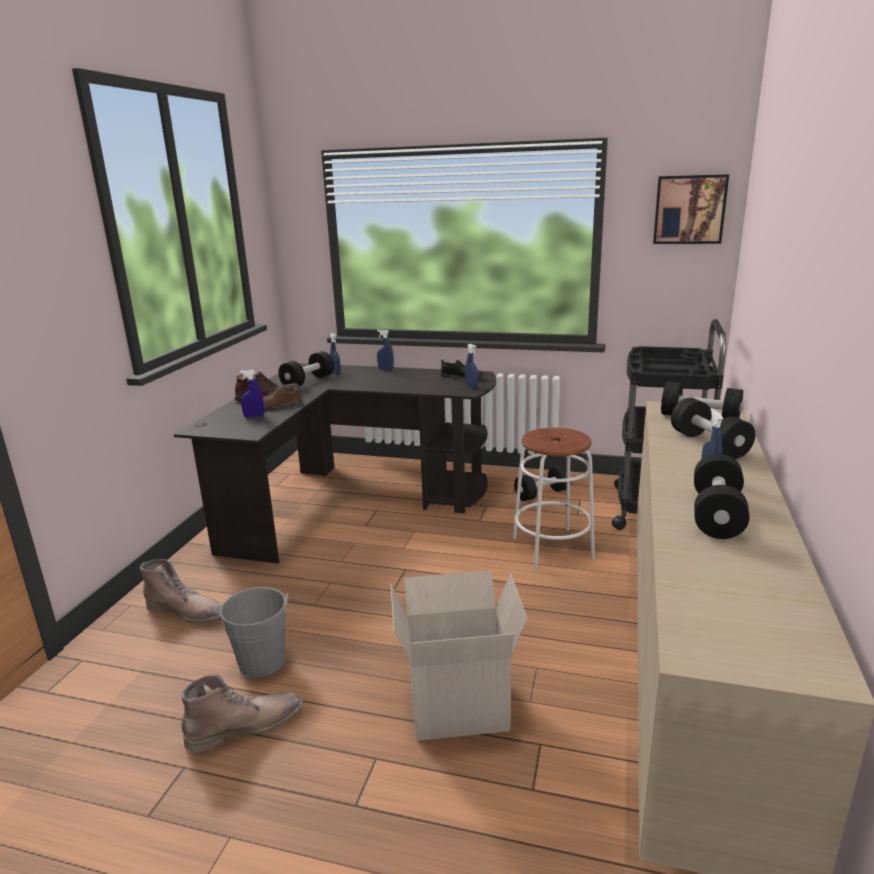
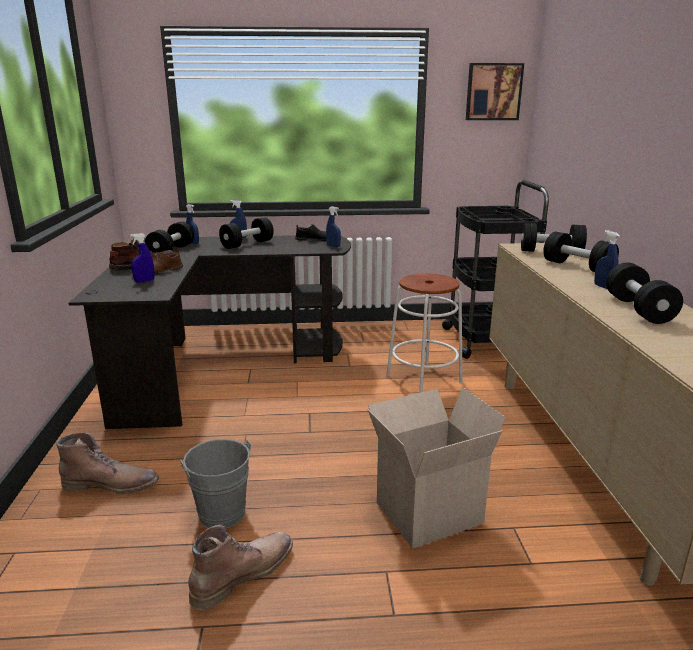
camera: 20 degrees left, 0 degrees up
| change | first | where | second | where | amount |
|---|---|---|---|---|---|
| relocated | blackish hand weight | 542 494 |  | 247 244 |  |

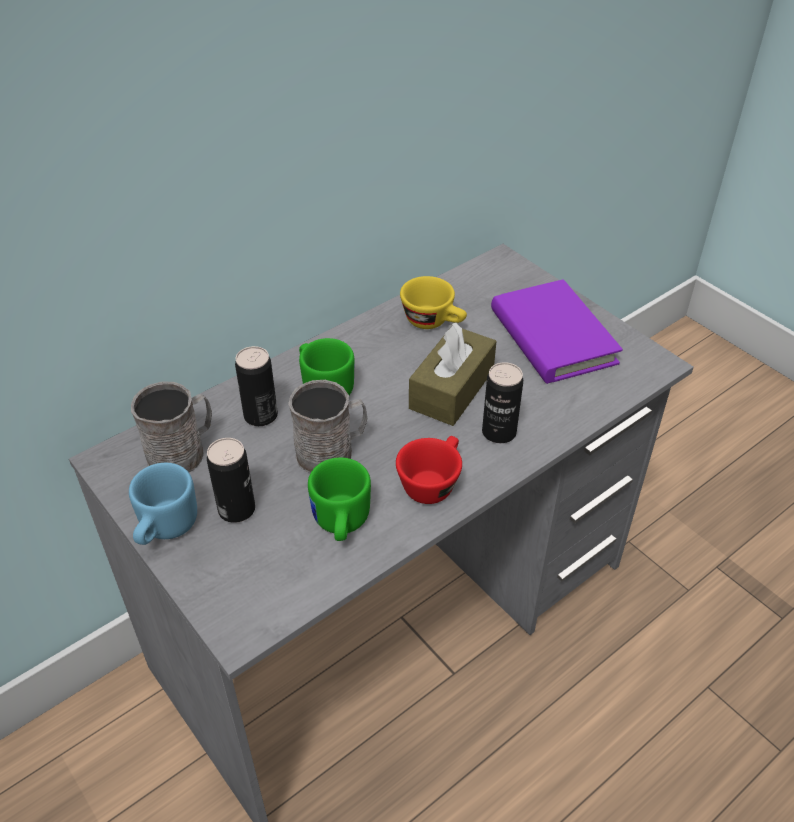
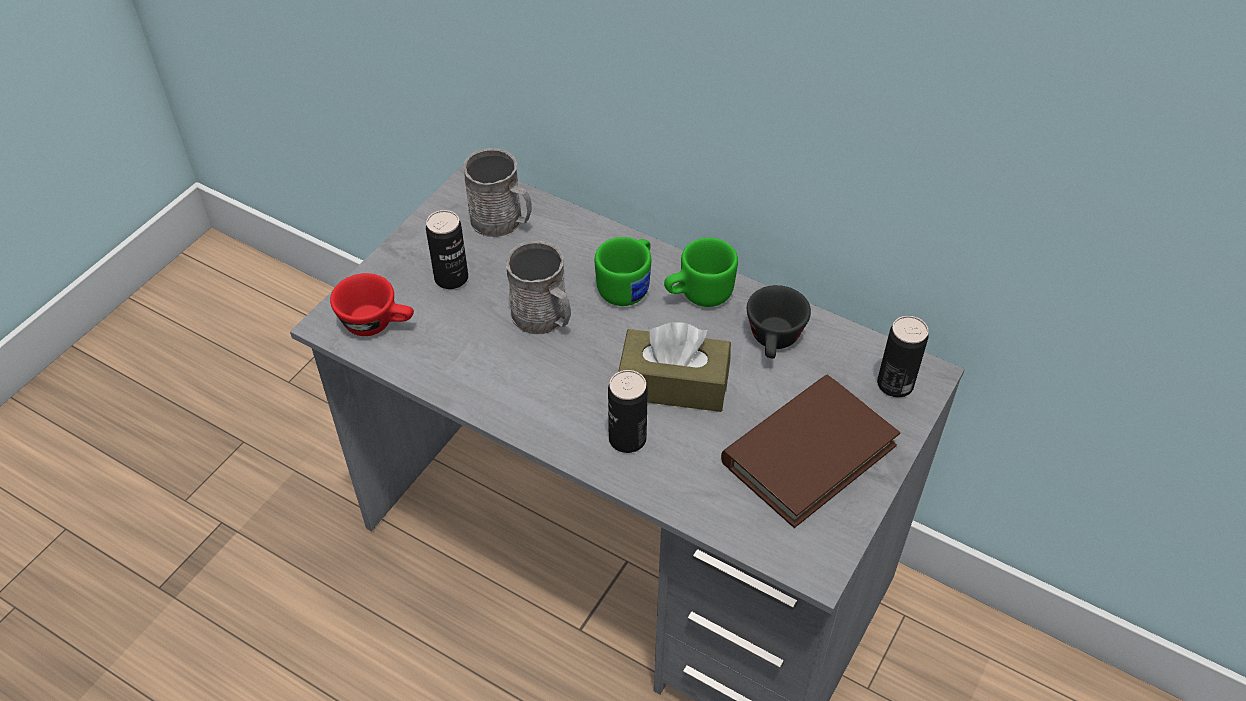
camera: 70 degrees right, 5 degrees up
| change | first | where | second | where | amount |
|---|---|---|---|---|---|
| relocated | red-coloured drinking cup | 432 482 |  | 377 323 |  |
| relocated | green-coloured coffee mug | 340 524 |  | 698 294 |  |
| colour | purple-coloured book | 552 337 | brown book | 808 454 |  |
| colour | yellow drinking cup | 434 322 | blackish drinking cup | 774 342 |  |
| relocated | can | 260 415 |  | 895 384 |  |
| missing | bluish coffee mug | 164 529 |  |  |  |

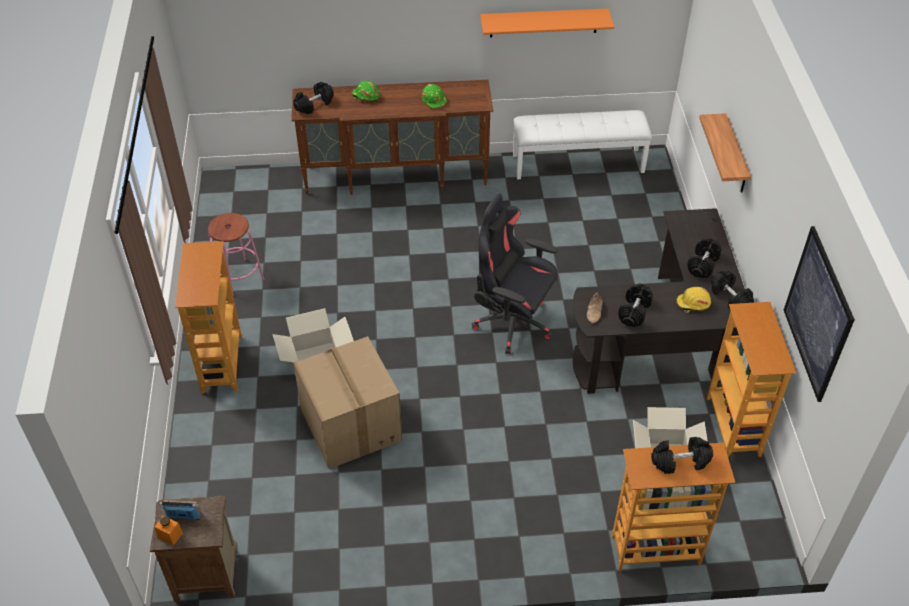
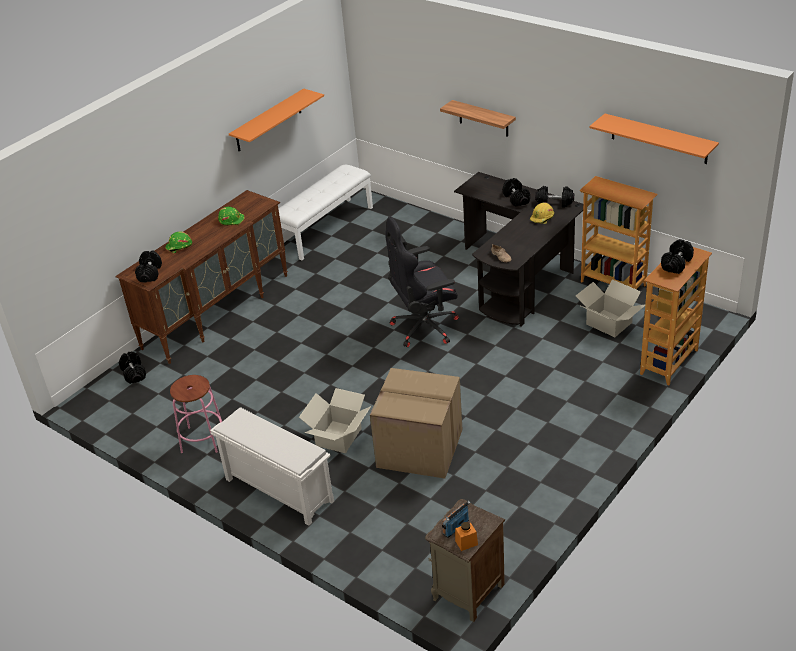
camera: 45 degrees left, 10 degrees down
| change | first | where | second | where | amount |
|---|---|---|---|---|---|
| relocated | blackish hand weight | 634 311 |  | 133 373 |  |
| exchanged | shelving unit | 221 364 | whitish shoe rack | 277 490 |  |
| exchanged | wall picture | 817 314 | orangey bracket shelf | 659 139 |  |

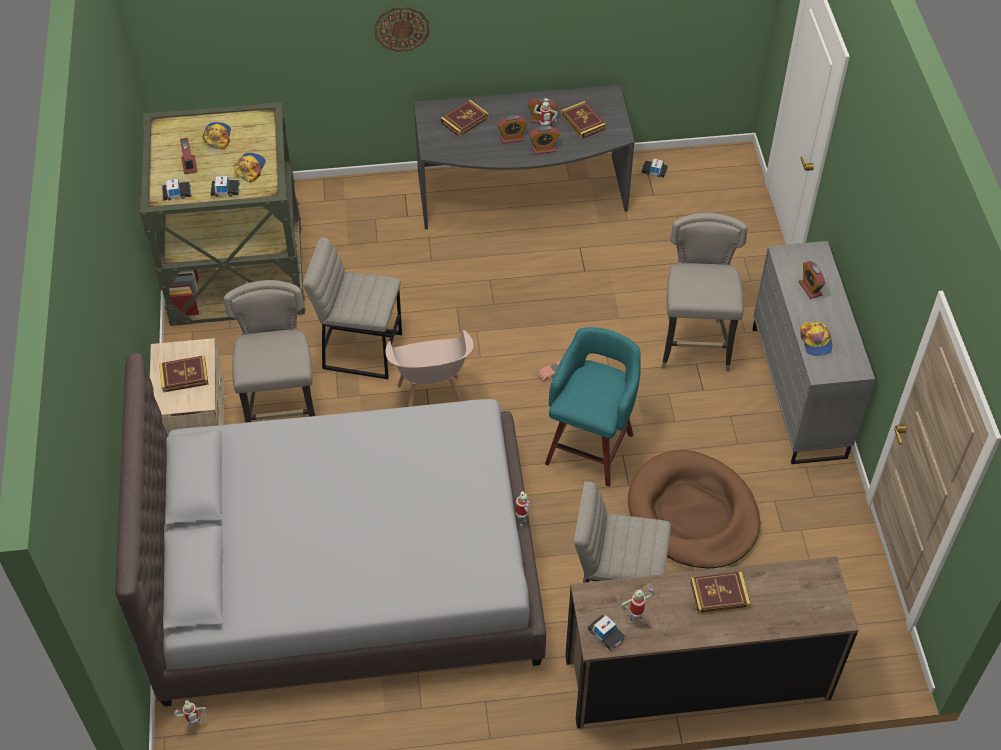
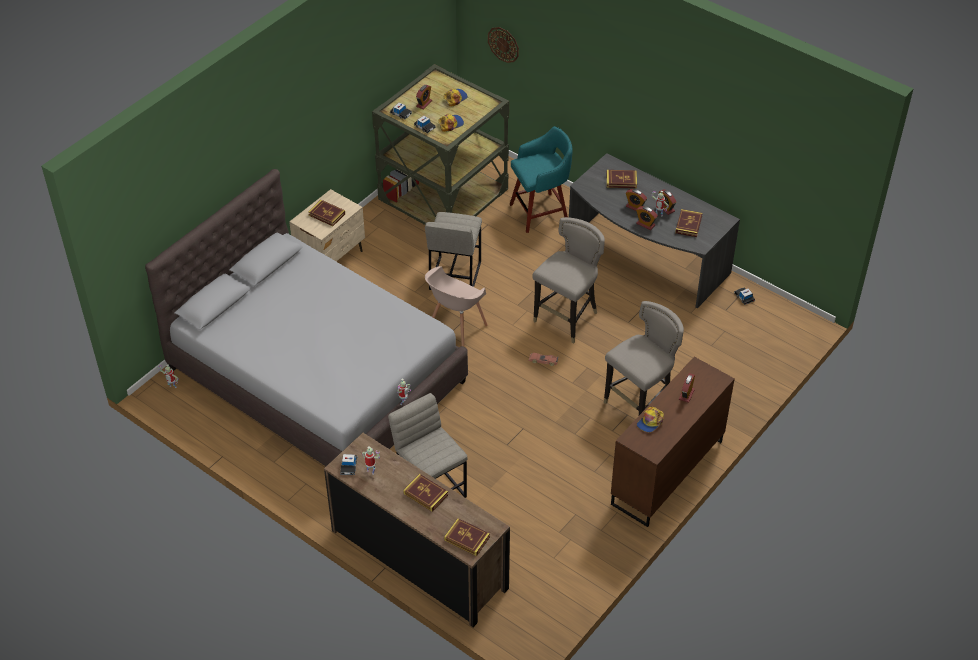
camera: 45 degrees right, 5 degrees down
| change | first | where | second | where | amount |
|---|---|---|---|---|---|
| spun | greyish plain chair | 360 350 |  | 454 277 | 135 degrees counterclockwise |
| appeared |  |  | book | 467 538 |  |
| relocated | hanging clock | 401 28 |  | 503 44 |  |
| relocated | blue-green sitting stool | 590 446 |  | 540 212 |  |
| relocated | greyish sitting stool | 283 412 |  | 567 318 |  |
| colour | greyish dresser | 799 391 | brown dresser | 668 473 |  |
| missing | brown dog bed | 693 513 |  |  |  |

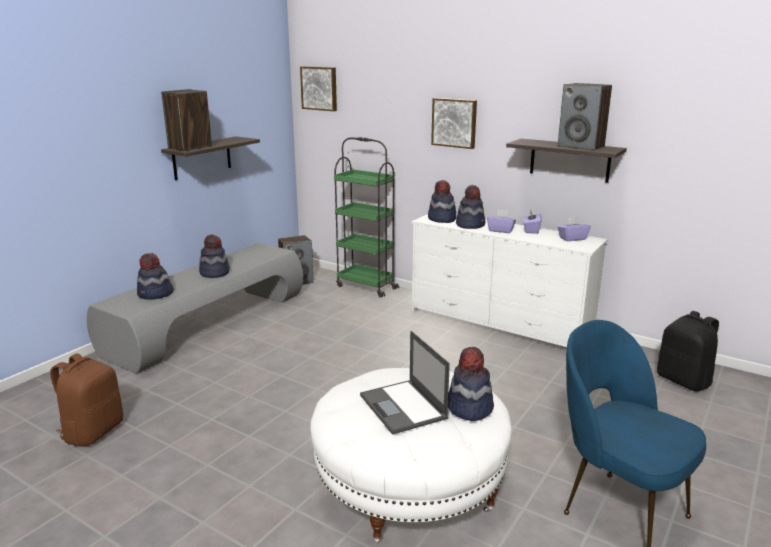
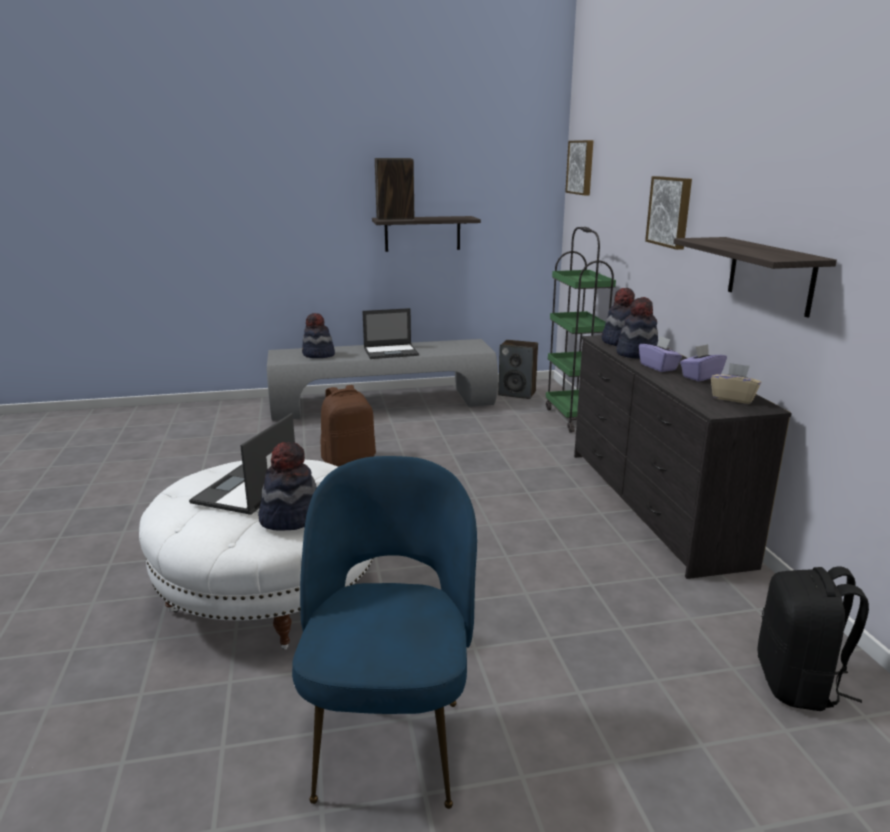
camera: 45 degrees right, 0 degrees up
| change | first | where | second | where | amount |
|---|---|---|---|---|---|
| relocated | brown backpack | 93 431 |  | 349 459 |  |
| exchanged | hat | 214 273 | laptop | 391 352 |  |
| colour | whitish dresser | 498 324 | blackish dresser | 651 504 |  |
| colour | purple-coloured tissue holder | 572 238 | sand-coloured tissue holder | 733 398 |  |
| missing | speaker | 581 146 |  |  |  |

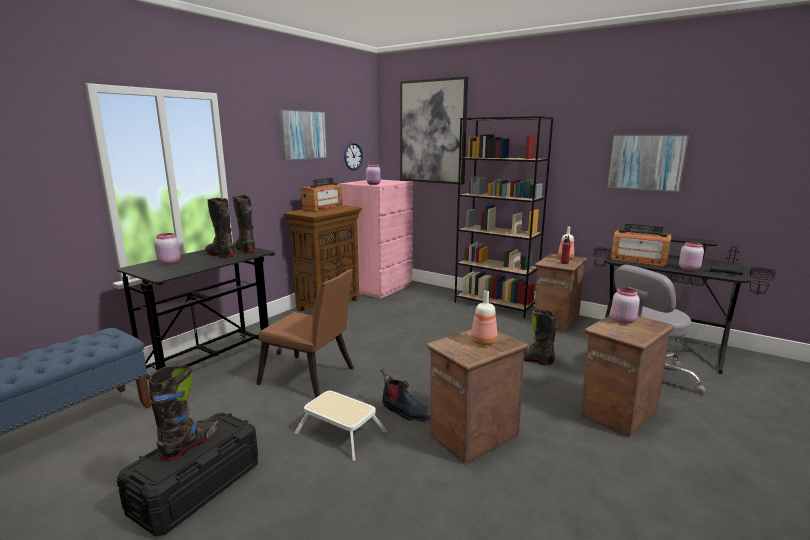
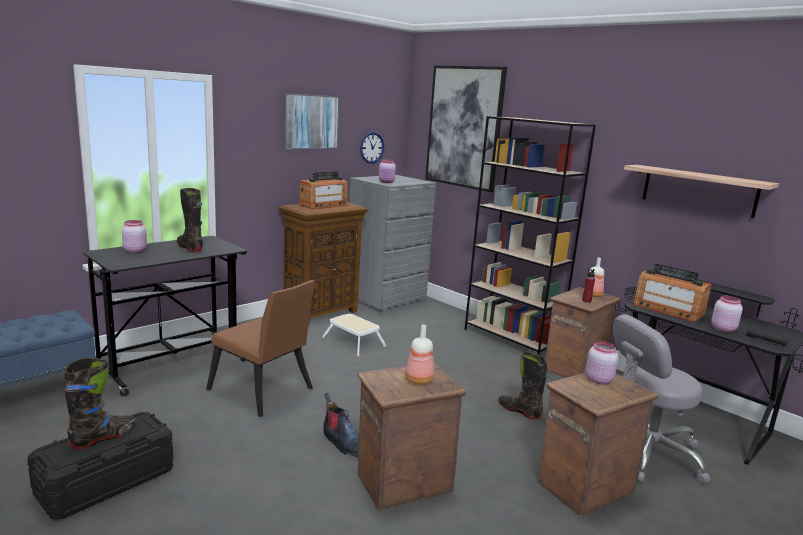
camera: 10 degrees right, 0 degrees up
| change | first | where | second | where | amount |
|---|---|---|---|---|---|
| relocated | sand-coloured stepladder | 341 432 |  | 353 342 |  |
| colour | pink-coloured dresser | 378 287 | greyish dresser | 385 300 |  |
| exchanged | wall picture | 646 162 | bracket shelf | 698 190 |  |
| missing | blackish high-top boot | 245 250 |  |  |  |

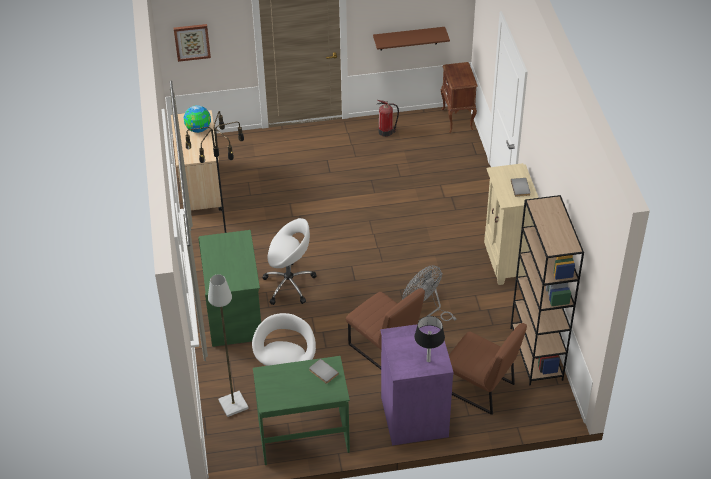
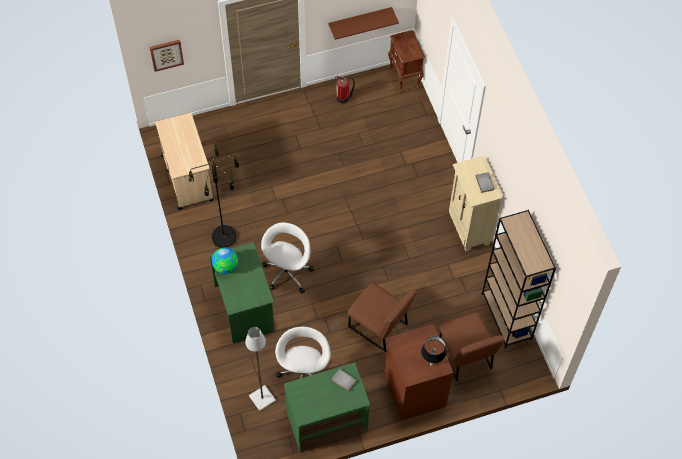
camera: 10 degrees left, 15 degrees up
| change | first | where | second | where | amount |
|---|---|---|---|---|---|
| relocated | globe | 198 129 |  | 226 266 |  |
| spun | whitish office chair | 290 284 |  | 287 272 | 60 degrees counterclockwise |
| colour | purple-coloured dresser | 413 416 | brown dresser | 414 390 |  |
| spun | brown plain chair | 480 388 |  | 465 356 | 45 degrees clockwise |
| missing | greyish cooling fan | 426 310 |  |  |  |

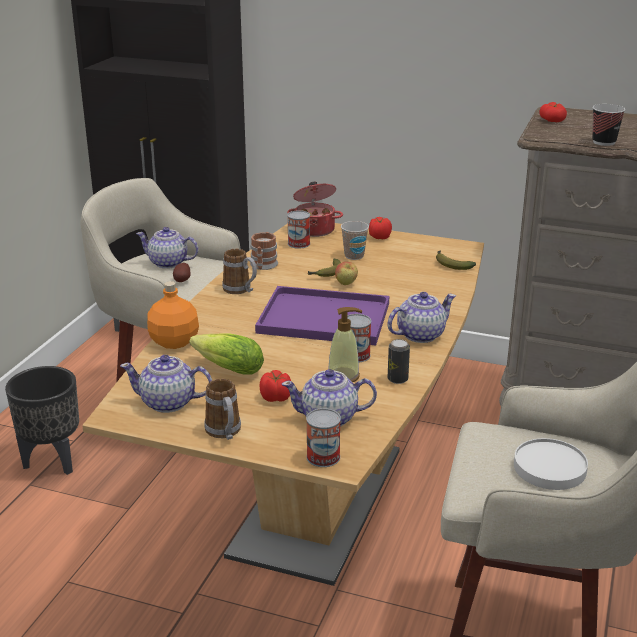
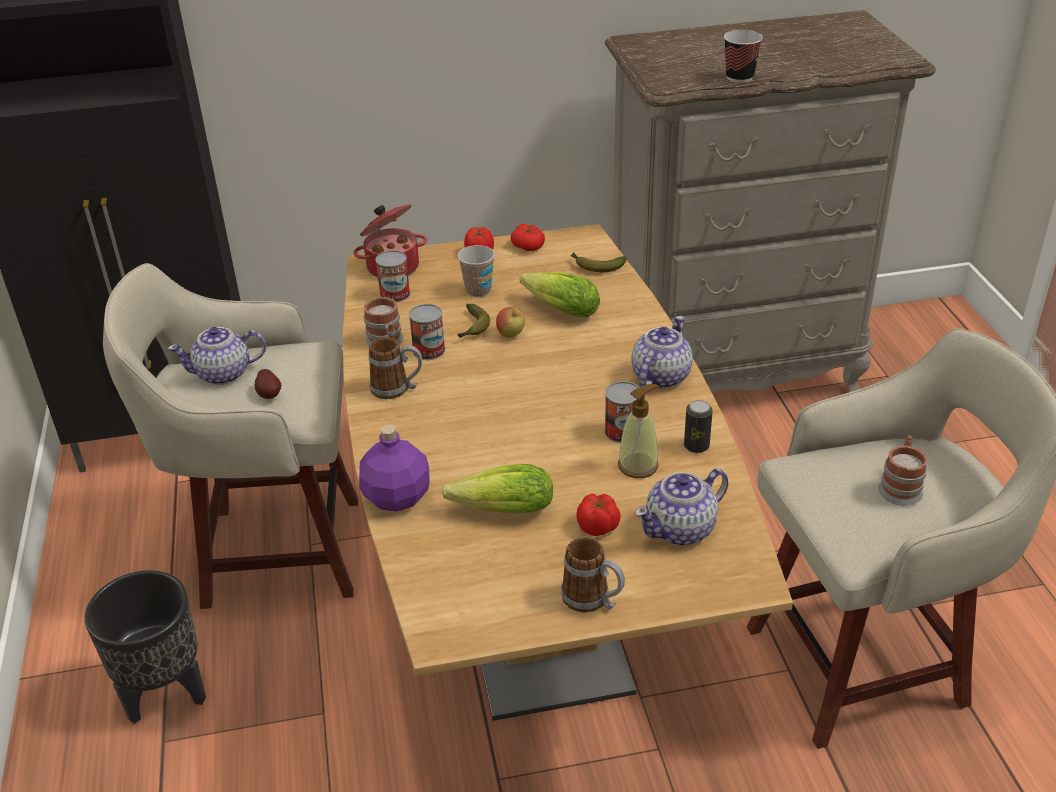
camera: 30 degrees left, 10 degrees up
| change | first | where | second | where | amount |
|---|---|---|---|---|---|
| colour | orangey drink bottle | 175 341 | purple-coloured drink bottle | 397 497 |  |
| relocated | can | 323 457 |  | 429 350 |  |
| relocated | tomato | 552 120 |  | 528 246 |  |
| appeared |  |  | lettuce | 558 309 |  |
| exchanged | whitish dinner plate | 550 468 | coffee mug | 900 487 |  |
| missing | pot for tea | 168 403 |  |  |  |
| missing | purple-coloured tray | 321 318 |  |  |  |

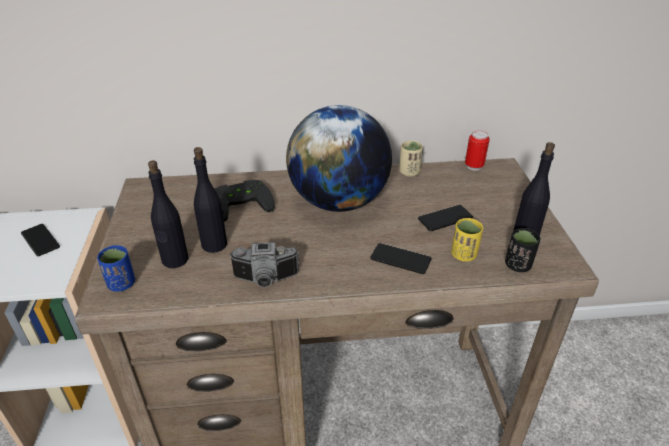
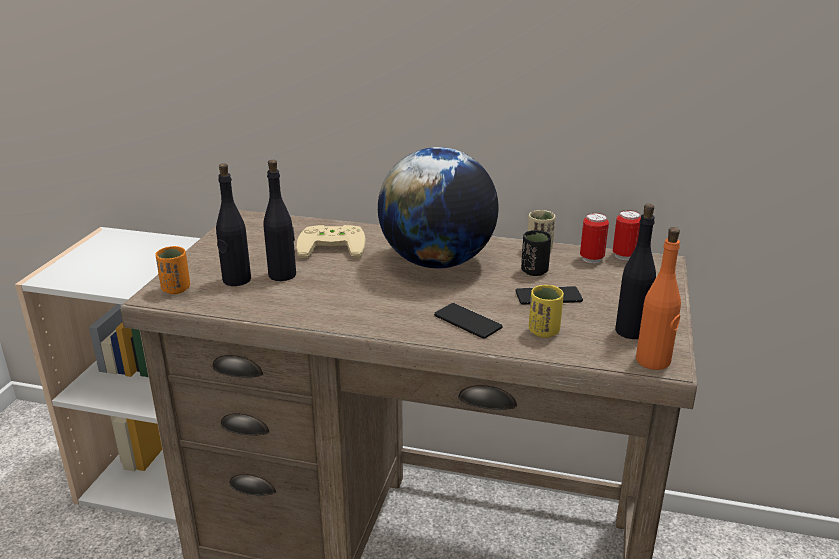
camera: 20 degrees right, 10 degrees down
| change | first | where | second | where | amount |
|---|---|---|---|---|---|
| colour | bluish drinking cup | 122 284 | orangey drinking cup | 176 289 |  |
| colour | blackish game controller | 241 202 | sand-coloured game controller | 333 246 |  |
| relocated | blackish drinking cup | 517 265 |  | 534 271 |  |
| appeared |  |  | can | 591 259 |  |
| appeared |  |  | orangey drink bottle | 653 361 |  |
| missing | phone | 40 240 |  |  |  |
| missing | still camera | 265 280 |  |  |  |

